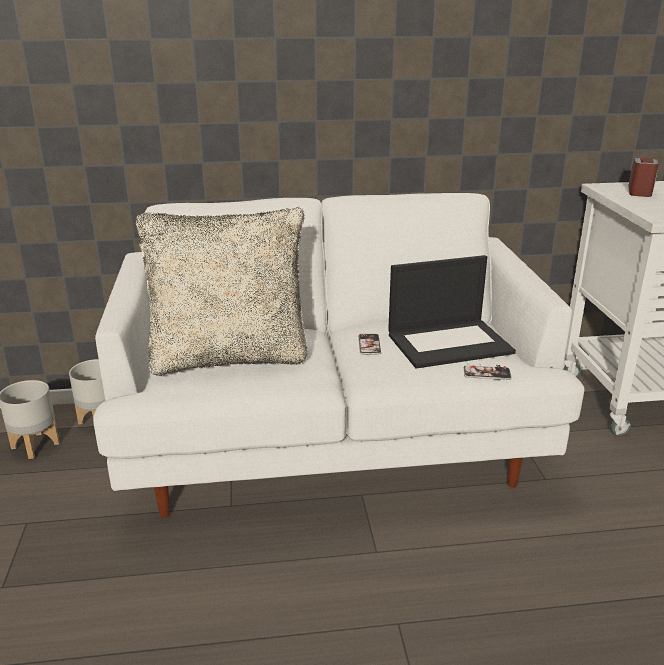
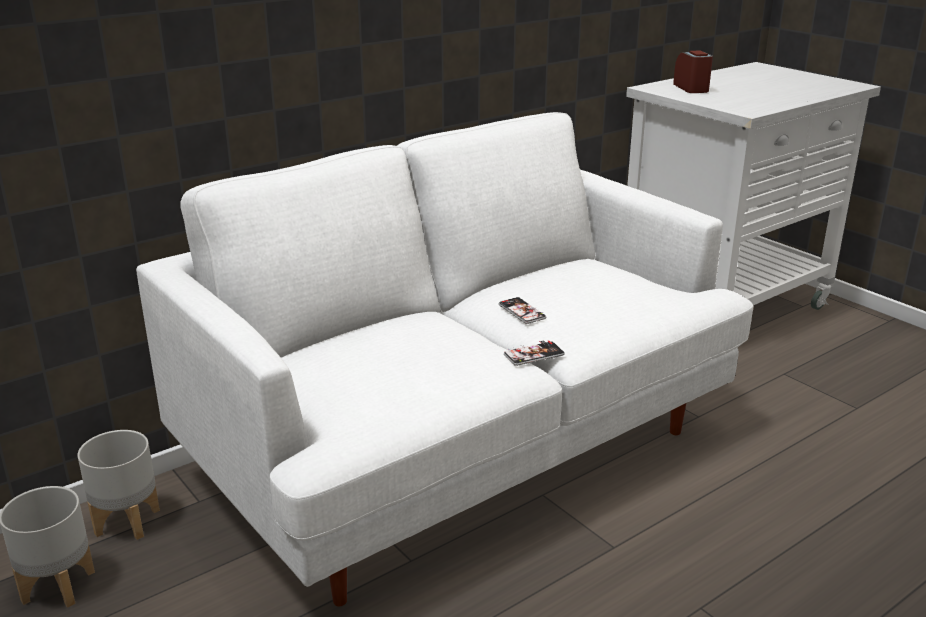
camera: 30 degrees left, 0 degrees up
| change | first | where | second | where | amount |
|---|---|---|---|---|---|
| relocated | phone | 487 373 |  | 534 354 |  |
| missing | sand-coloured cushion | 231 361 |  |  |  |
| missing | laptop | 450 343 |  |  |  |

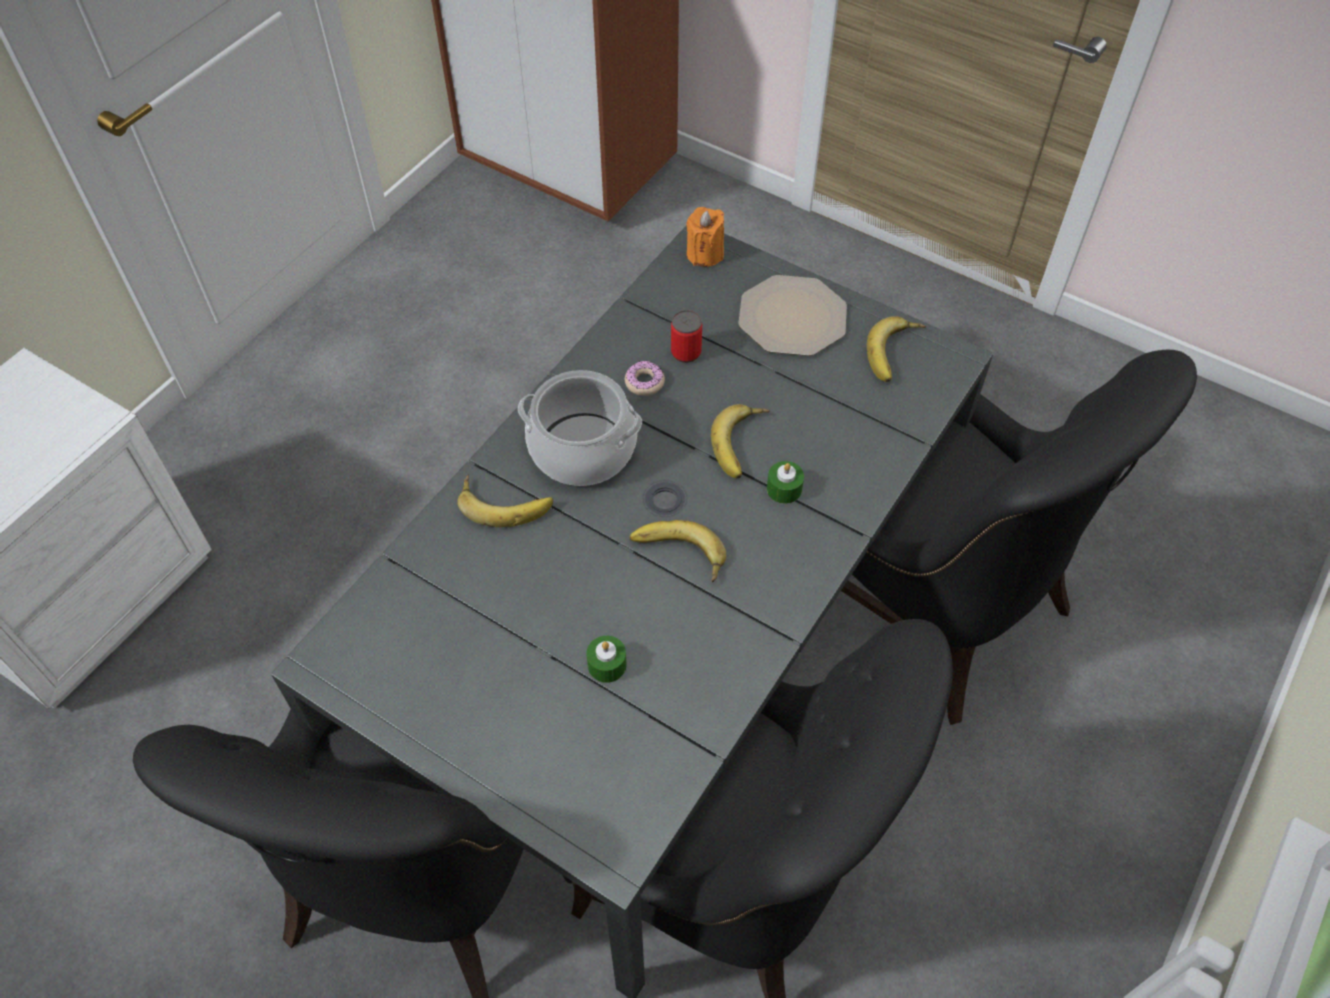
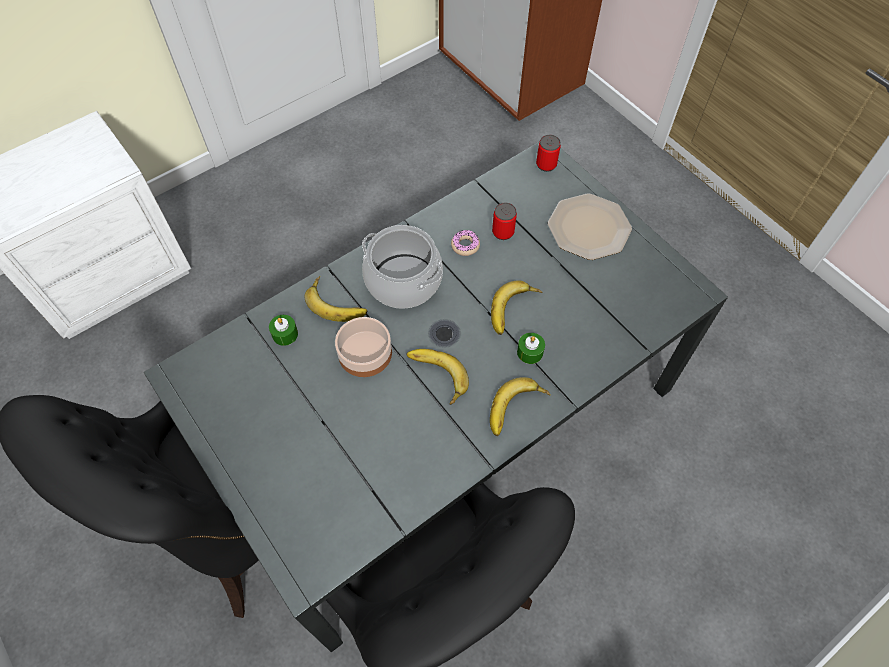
camera: 20 degrees right, 5 degrees up
| change | first | where | second | where | amount |
|---|---|---|---|---|---|
| relocated | green-coloured candle | 607 665 |  | 285 334 |  |
| appeared |  |  | serving bowl | 366 353 |  |
| relocated | banana fruit | 896 354 |  | 517 410 |  |
| exchanged | orangey candle | 705 254 | can | 546 164 |  |
| missing | blackish plain chair | 939 604 |  |  |  |

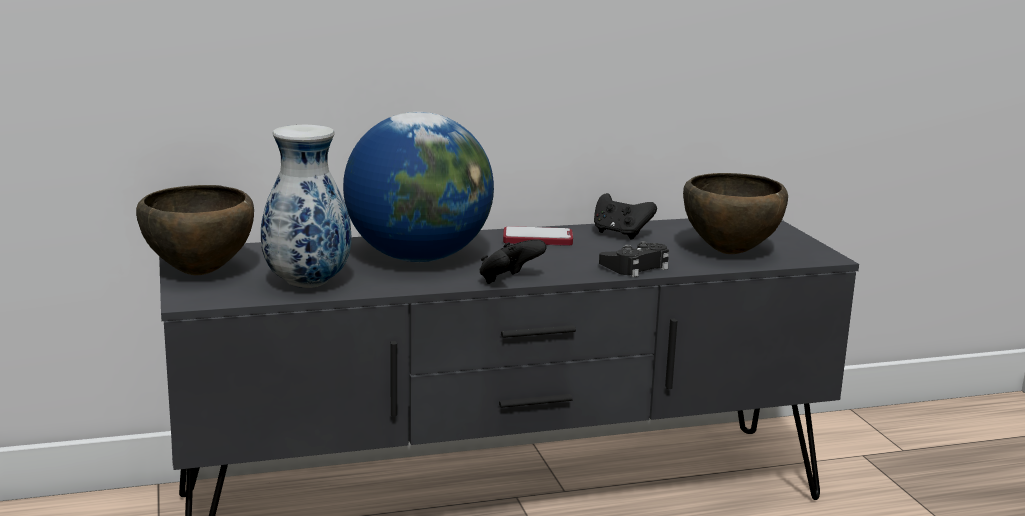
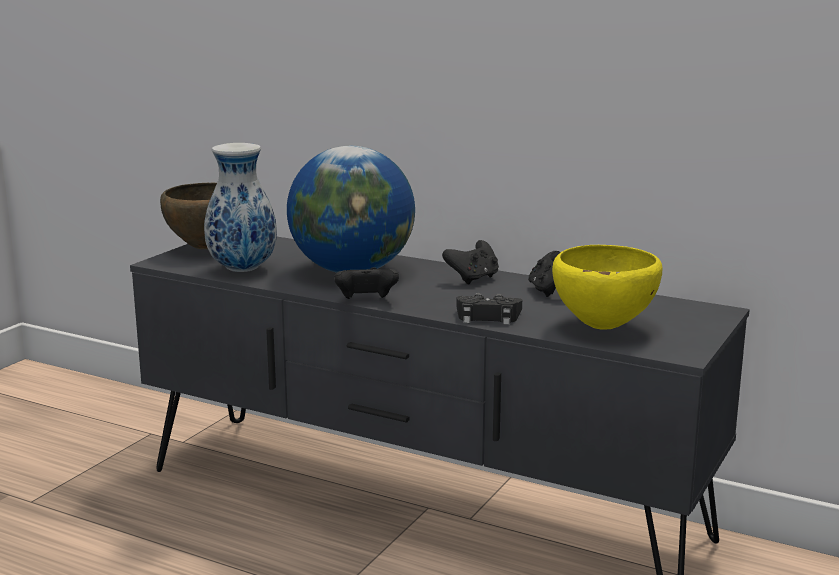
camera: 45 degrees right, 0 degrees up
| change | first | where | second | where | amount |
|---|---|---|---|---|---|
| exchanged | phone | 537 239 | blackish game controller | 473 279 |  |
| colour | brown serving bowl | 731 252 | yellow serving bowl | 603 327 |  |

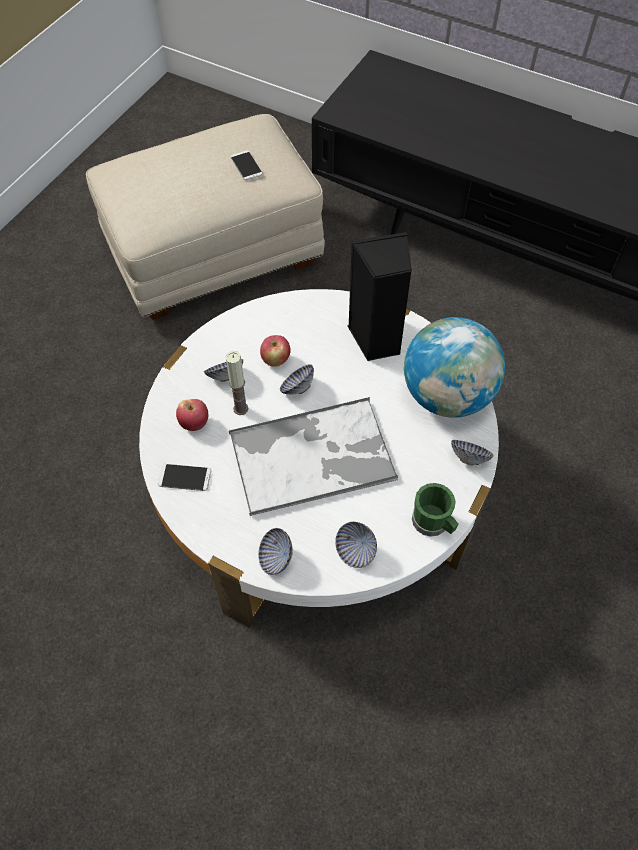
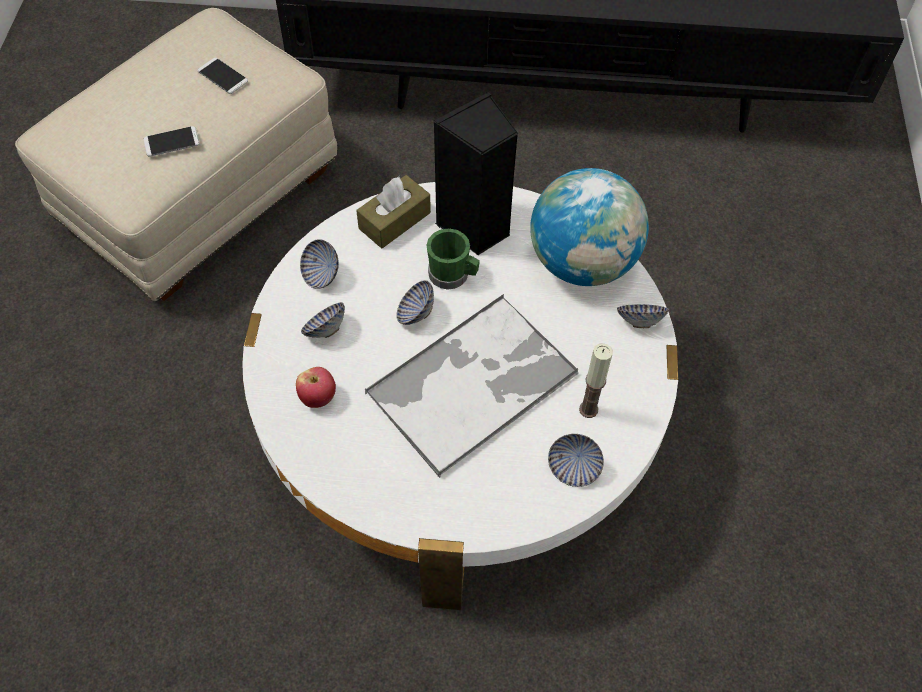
camera: 25 degrees left, 0 degrees up
| change | first | where | second | where | amount |
|---|---|---|---|---|---|
| relocated | phone | 184 477 |  | 171 142 |  |
| relocated | serving bowl | 276 558 |  | 321 275 |  |
| appeared |  |  | brown tissue holder | 394 220 |  |
| relocated | green-coloured coffee mug | 433 523 |  | 453 275 |  |
| relocated | candle | 240 408 |  | 588 409 |  |
| missing | apple | 275 360 |  |  |  |

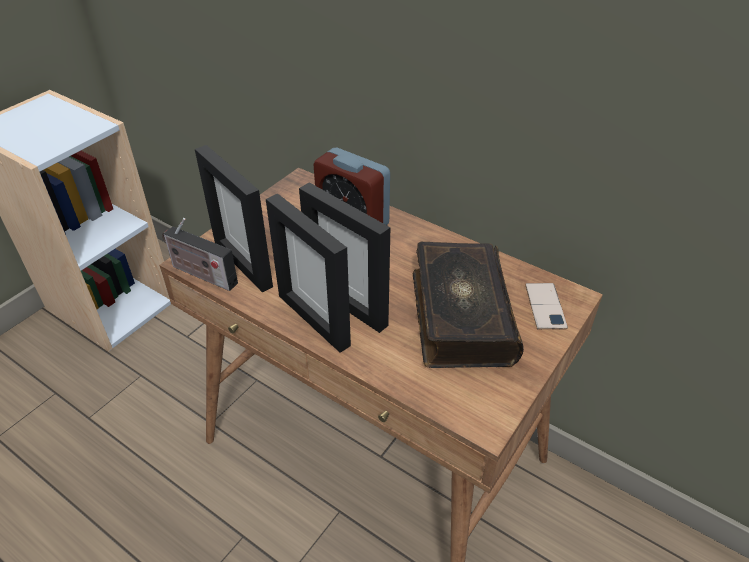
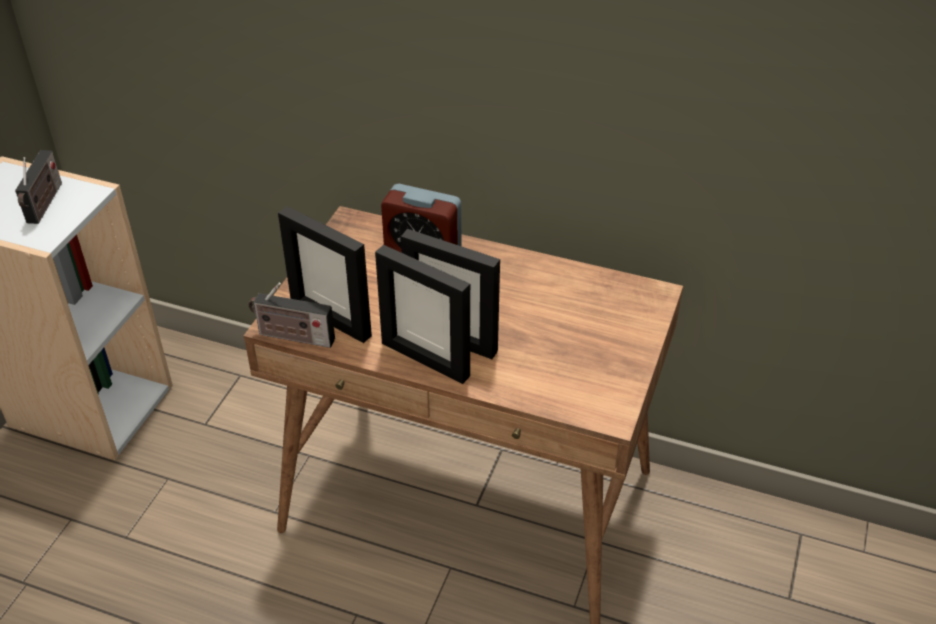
camera: 15 degrees left, 0 degrees up
| change | first | where | second | where | amount |
|---|---|---|---|---|---|
| appeared |  |  | radio set | 44 205 |  |
| missing | book | 459 316 |  |  |  |
| missing | phone | 545 306 |  |  |  |

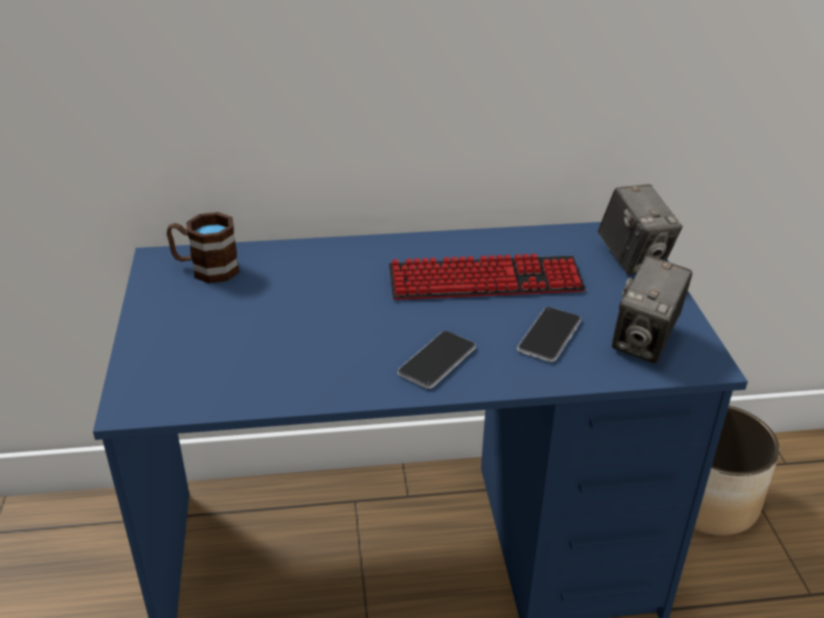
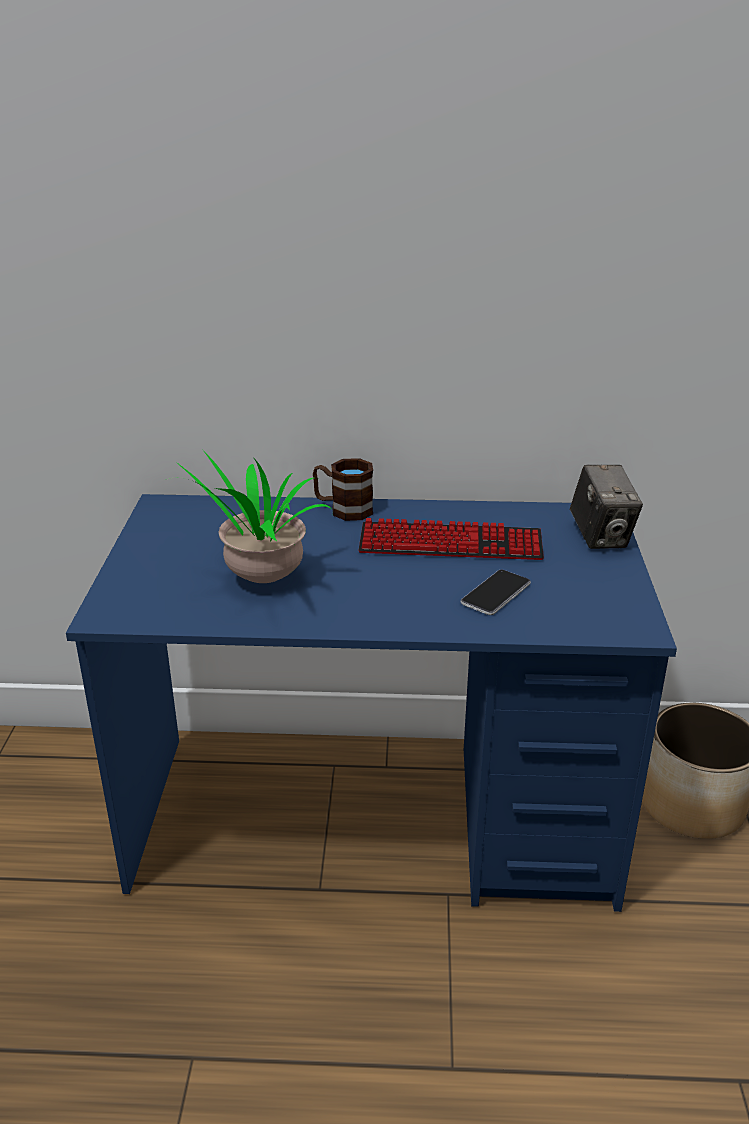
camera: 10 degrees right, 5 degrees down
| change | first | where | second | where | amount |
|---|---|---|---|---|---|
| appeared |  |  | plant in a pot | 259 581 |  |
| relocated | brown coffee mug | 206 269 |  | 343 509 |  |
| missing | phone | 437 361 |  |  |  |
| missing | still camera | 645 342 |  |  |  |

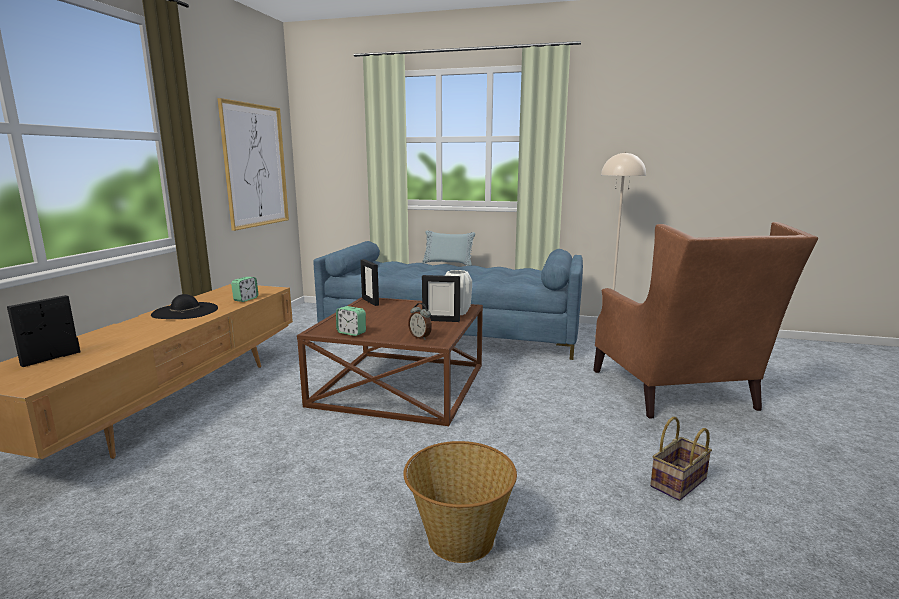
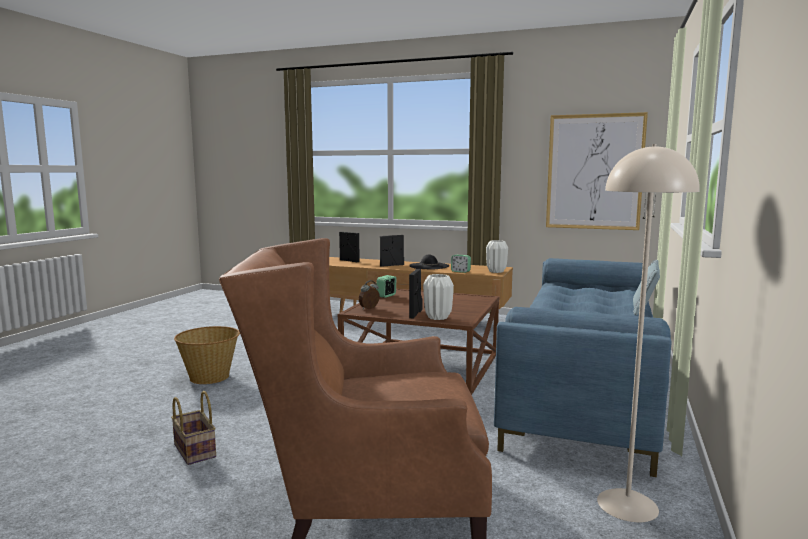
camera: 95 degrees right, 5 degrees down
| change | first | where | second | where | amount |
|---|---|---|---|---|---|
| relocated | picture frame | 371 301 |  | 392 265 |  |
| appeared |  |  | whitish flower vase | 496 271 |  |

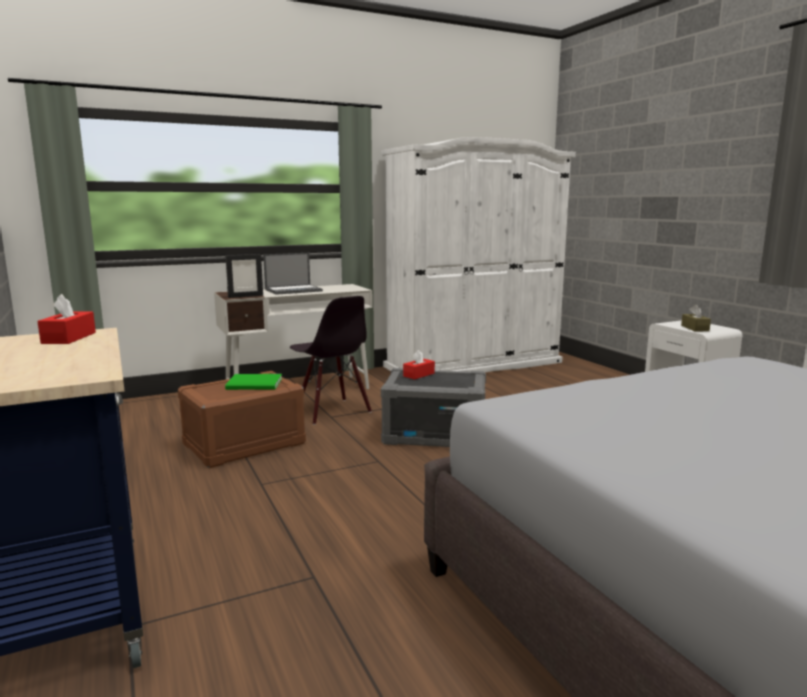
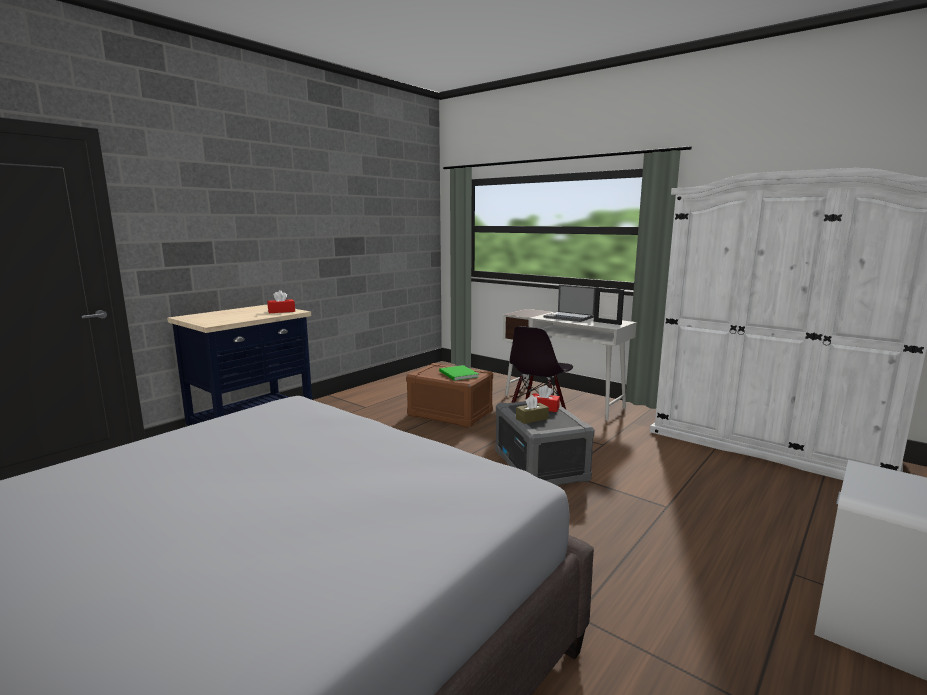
camera: 65 degrees right, 0 degrees up
| change | first | where | second | where | amount |
|---|---|---|---|---|---|
| relocated | brown tissue holder | 695 328 |  | 532 419 |  |
| relocated | picture frame | 245 296 |  | 607 322 |  |

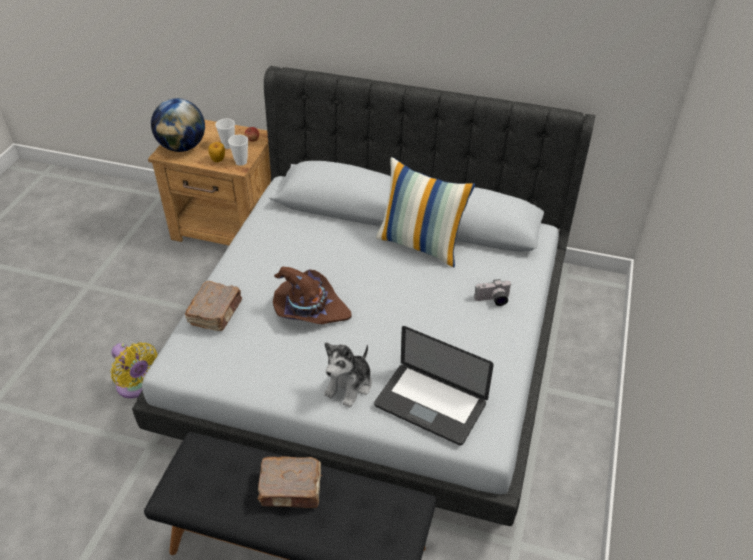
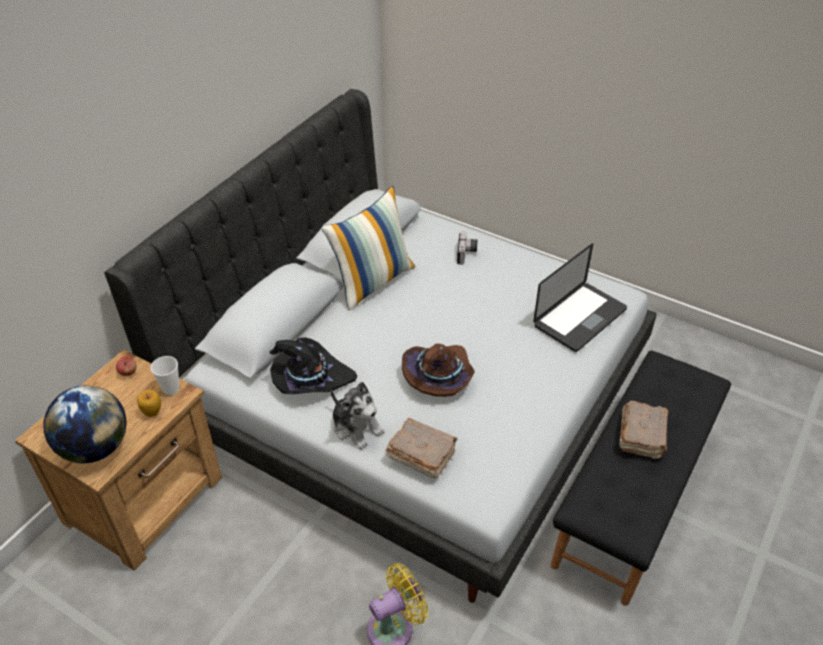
camera: 75 degrees left, 0 degrees up
| change | first | where | second | where | amount |
|---|---|---|---|---|---|
| appeared |  |  | blackish hat | 310 379 |  |
| relocated | plush toy | 349 385 |  | 356 427 |  |
| missing | drinking cup | 228 145 |  |  |  |

